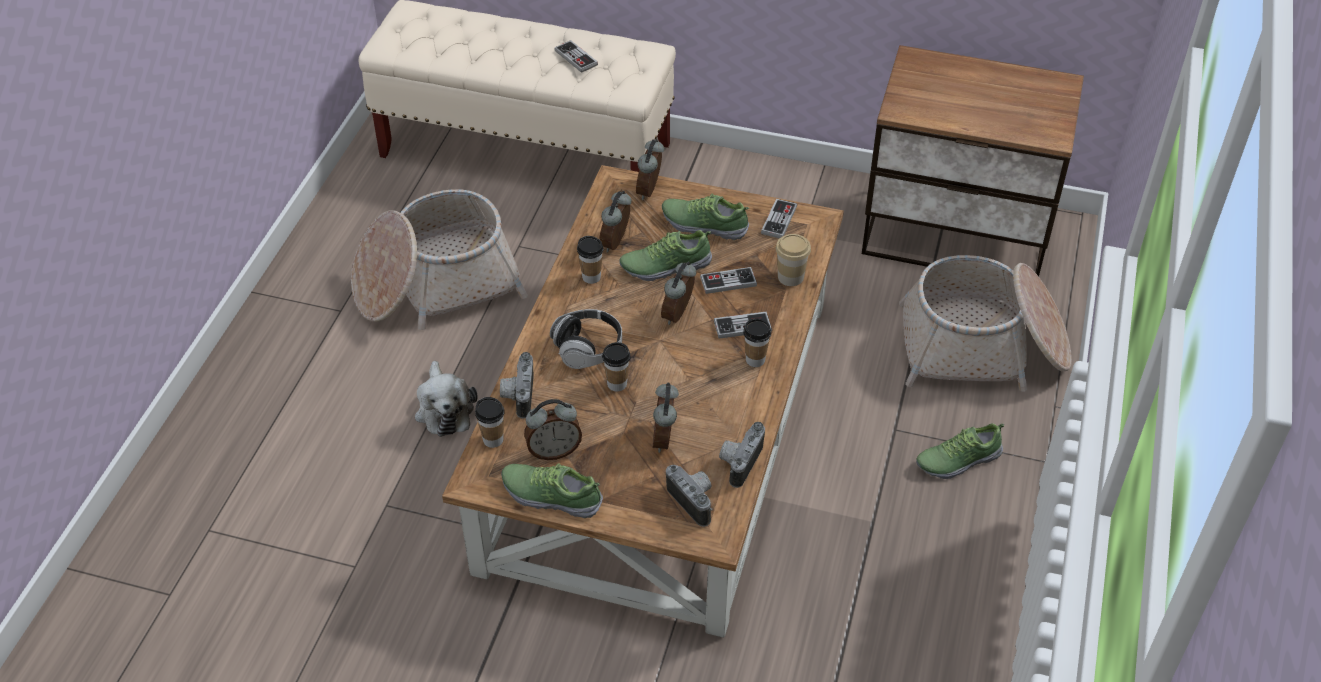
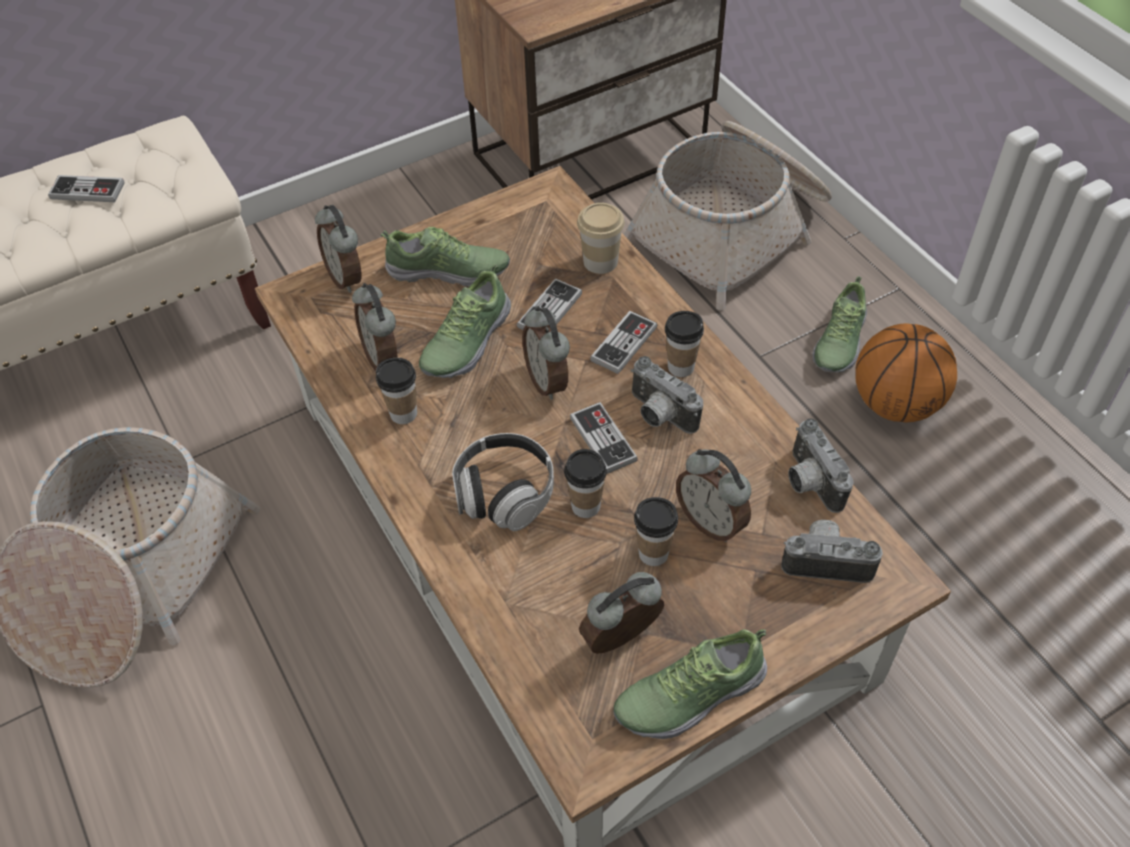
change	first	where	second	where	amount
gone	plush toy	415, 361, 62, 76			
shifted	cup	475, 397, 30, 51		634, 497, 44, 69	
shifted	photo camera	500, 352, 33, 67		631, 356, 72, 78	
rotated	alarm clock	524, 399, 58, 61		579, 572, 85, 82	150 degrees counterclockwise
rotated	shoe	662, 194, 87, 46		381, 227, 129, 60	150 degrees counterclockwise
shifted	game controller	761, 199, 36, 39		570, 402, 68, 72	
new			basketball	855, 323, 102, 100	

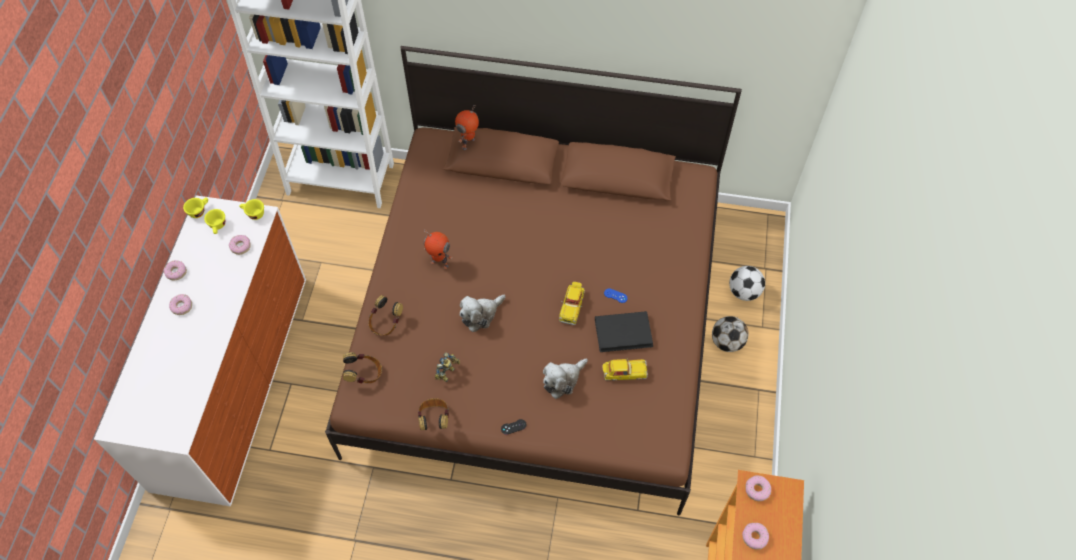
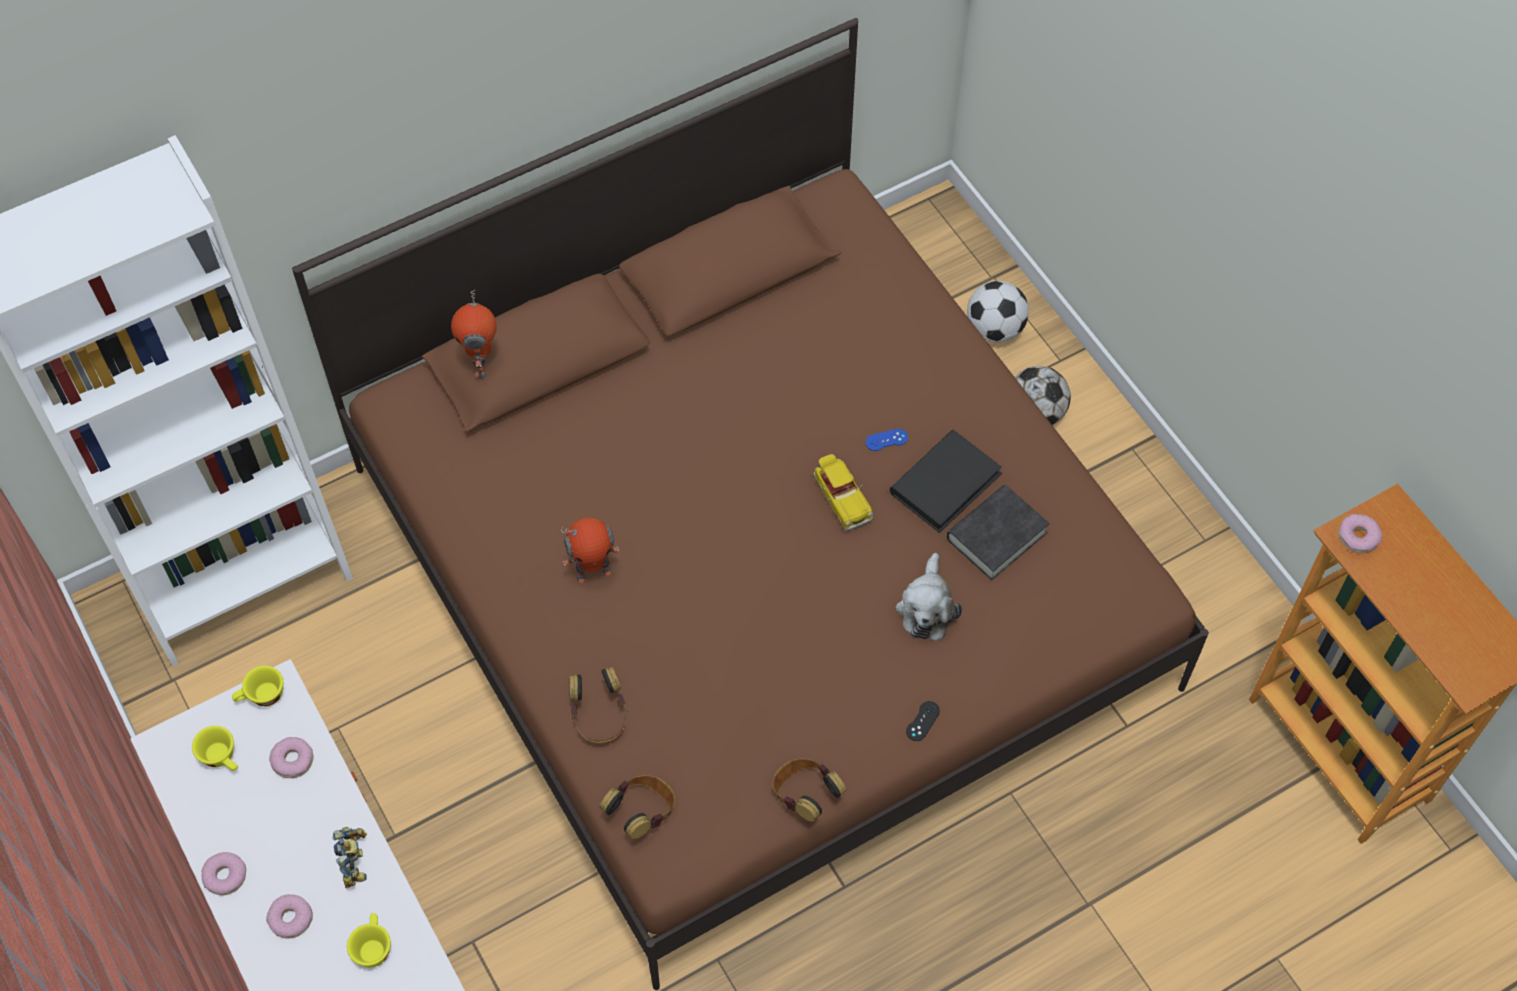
change	first	where	second	where	amount
shifted	yellow cup	183, 197, 25, 21		347, 913, 44, 54	
shifted	toy robot	435, 352, 25, 30		333, 827, 34, 62	
gone	plush toy	460, 295, 46, 37			
swapped	toy car	603, 358, 45, 23	black book	947, 485, 103, 95	
gone	donut	742, 523, 27, 27			

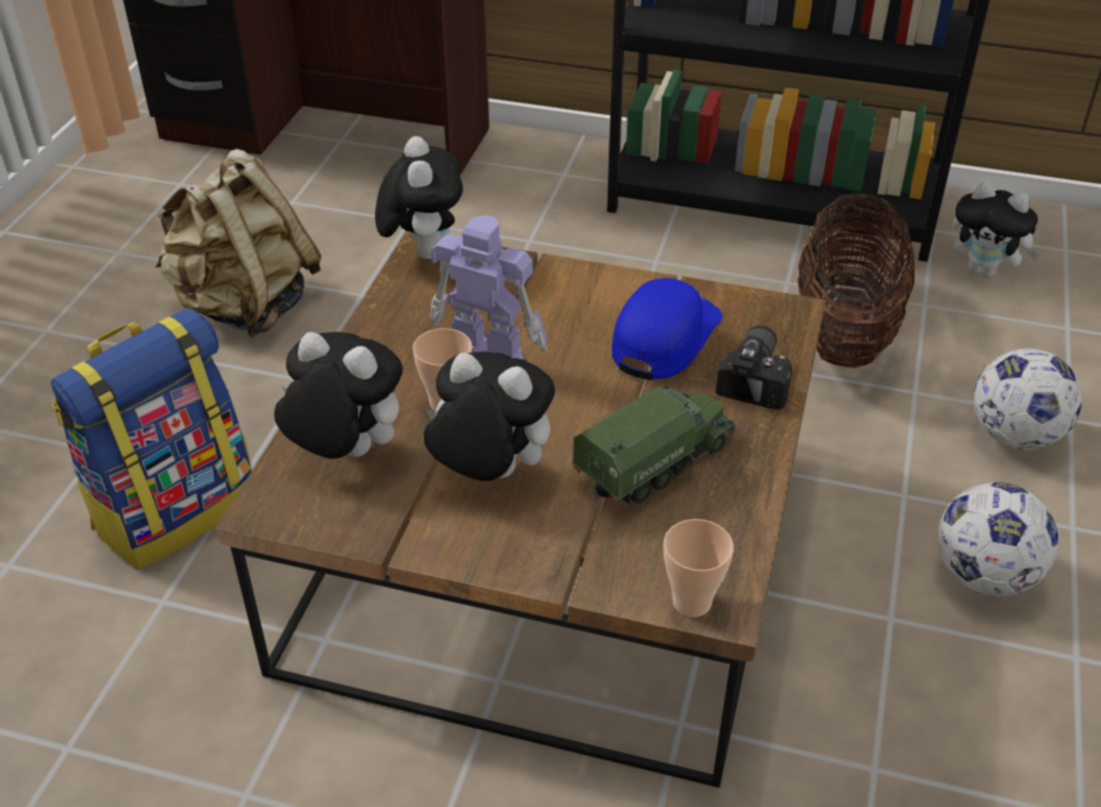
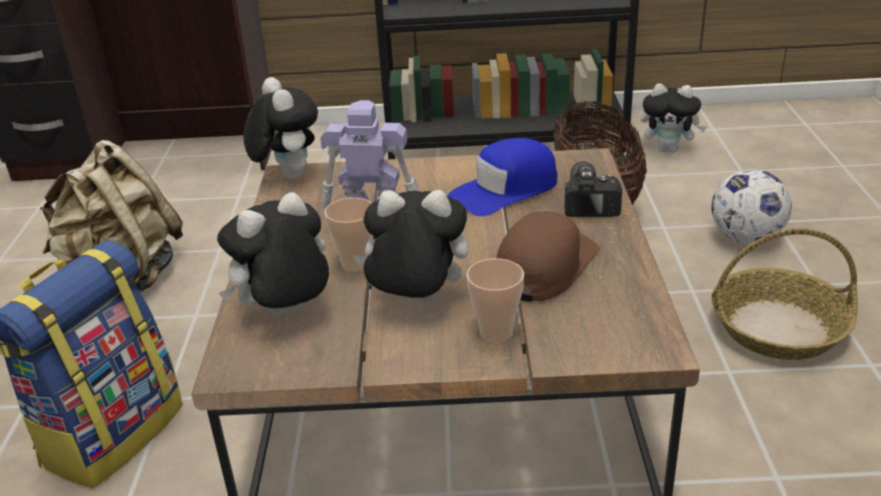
change	first	where	second	where	amount
rotated	plush toy	274, 332, 129, 127		217, 192, 112, 123	45 degrees counterclockwise
swapped	toy truck	572, 386, 164, 118	brown cap	496, 211, 104, 91	
rotated	blue cap	612, 278, 111, 102		448, 138, 110, 78	135 degrees counterclockwise
shifted	cup	664, 519, 70, 98		466, 259, 58, 84	
swapped	football	938, 482, 120, 115	basket	712, 228, 146, 132	

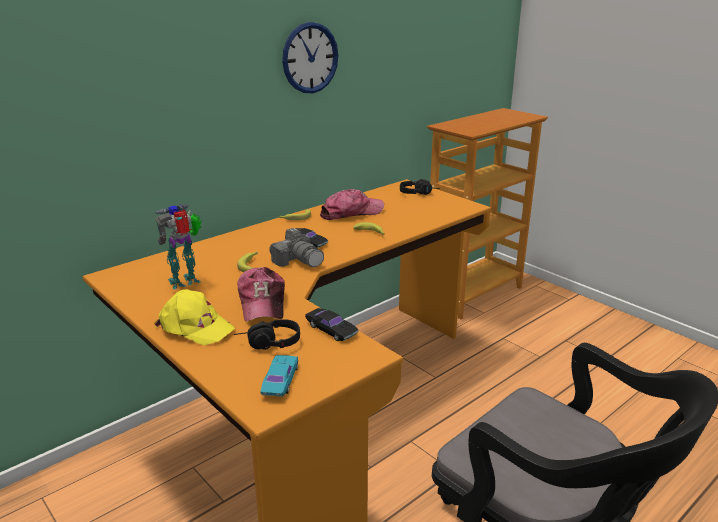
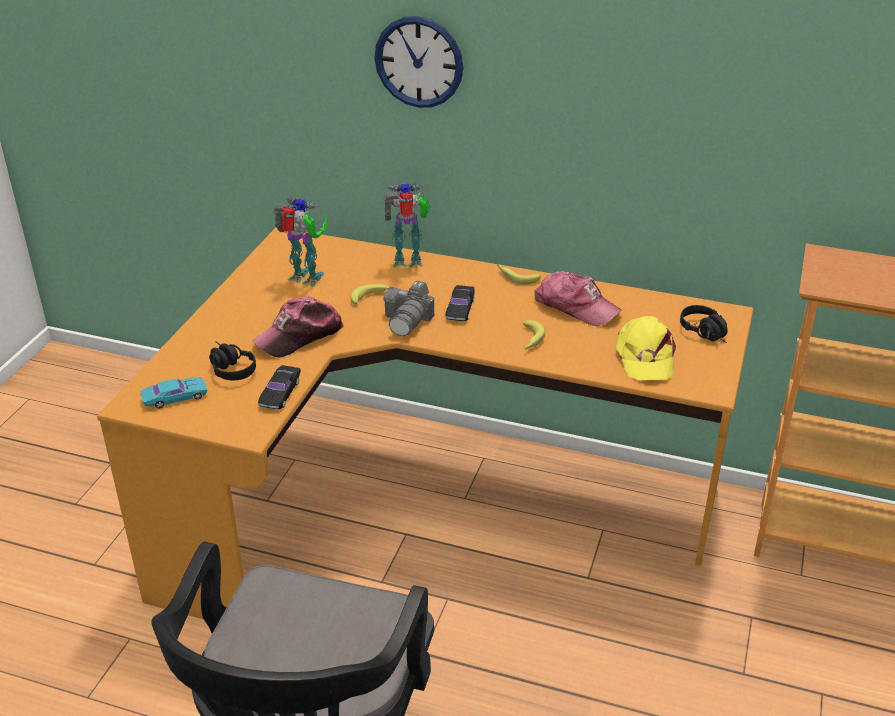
change	first	where	second	where	amount
shifted	yellow cap	154, 289, 81, 56		615, 316, 61, 65	
shifted	wall clock	282, 22, 56, 71		374, 16, 89, 92	
new			toy robot	383, 183, 47, 84	

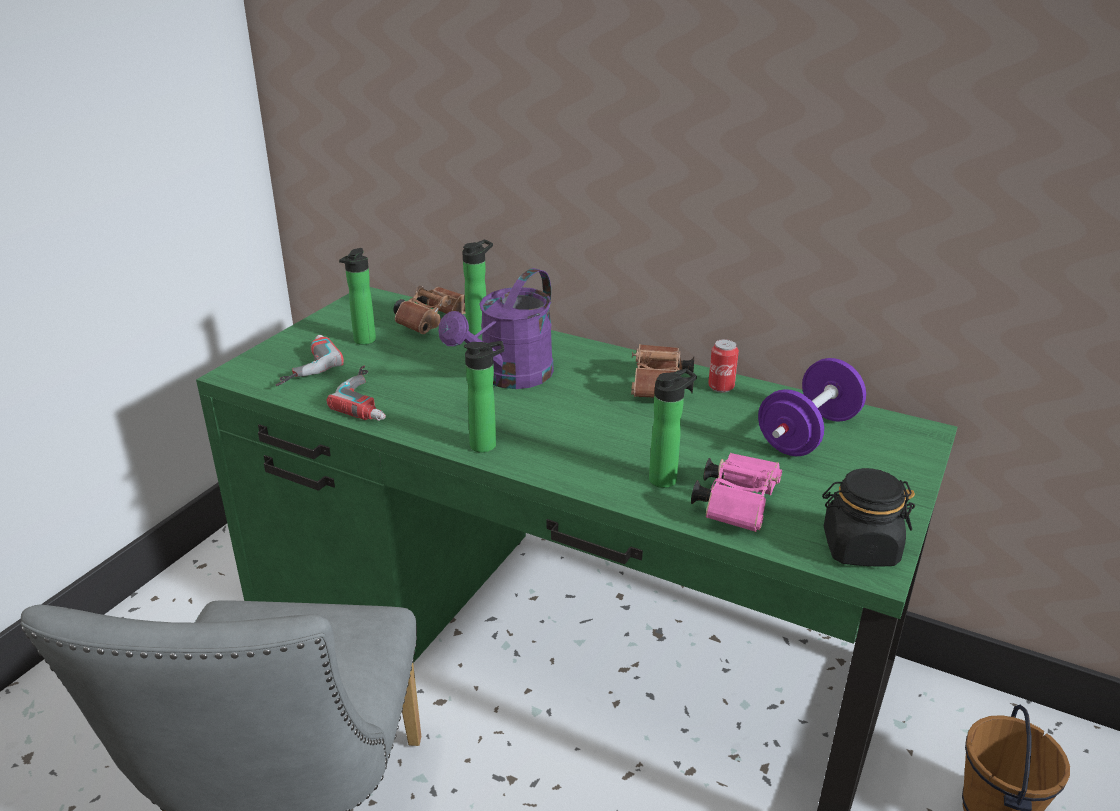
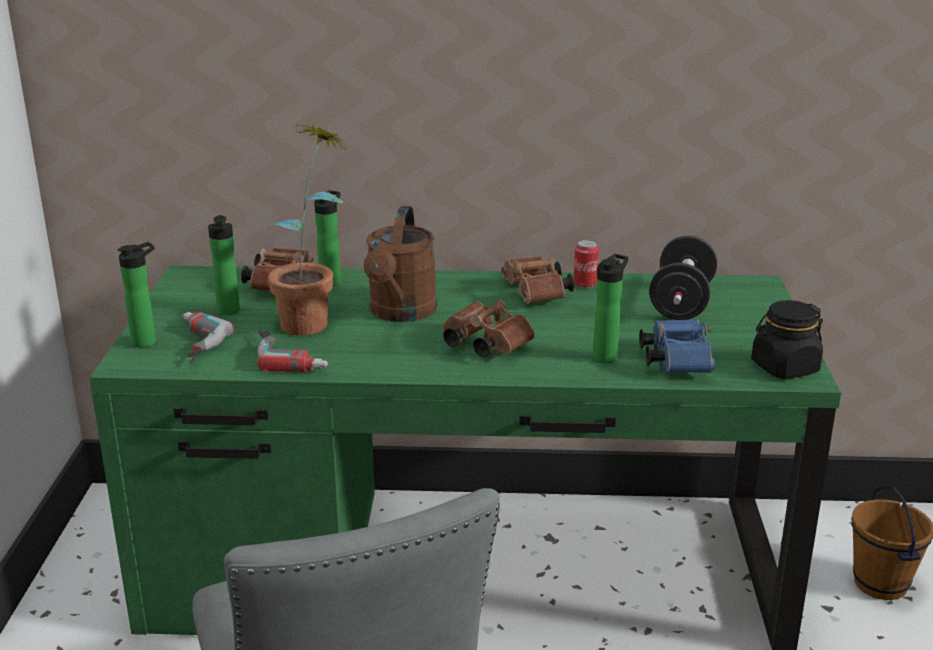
change	first	where	second	where	amount
repainted	purple watering can	438, 268, 116, 121	brown watering can	364, 206, 73, 116	
shifted	bottle	464, 341, 40, 112		118, 242, 38, 106	
repainted	pink binoculars	691, 453, 91, 79	blue binoculars	639, 319, 76, 54	
repainted	purple dumbbell	758, 358, 108, 98	black dumbbell	649, 236, 68, 84	
new			potted plant	268, 125, 78, 210	
new			brown binoculars	443, 300, 92, 58	

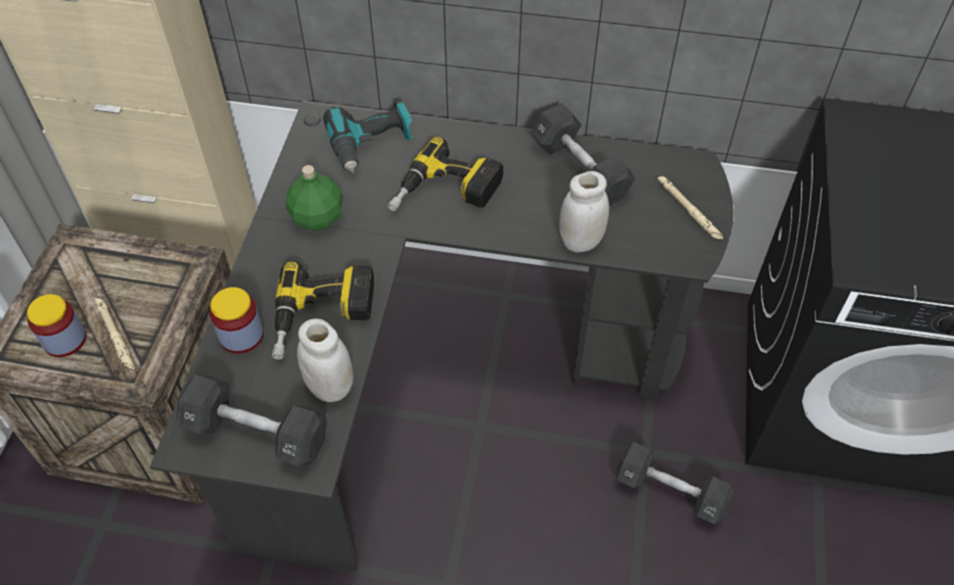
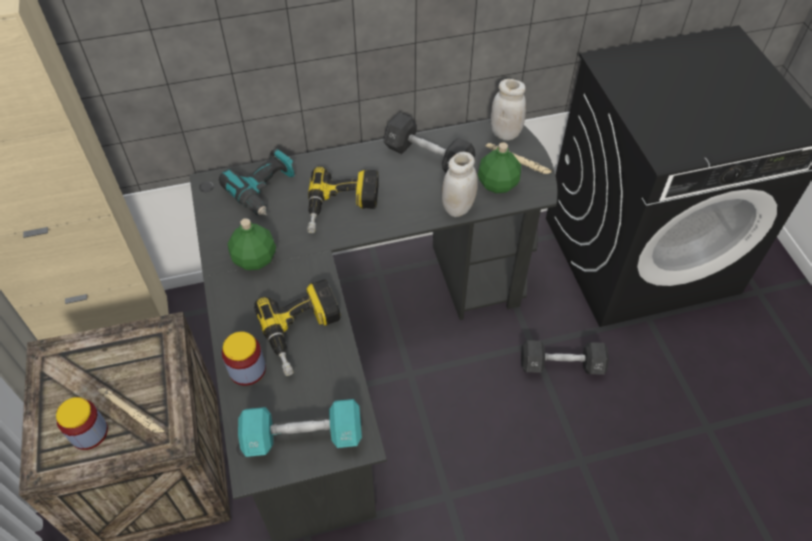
change	first	where	second	where	amount
repainted	black dumbbell	177, 375, 150, 91	turquoise dumbbell	238, 399, 124, 58	
shifted	white jar	297, 319, 56, 83		491, 79, 35, 61	
new			green bottle	478, 142, 43, 51	

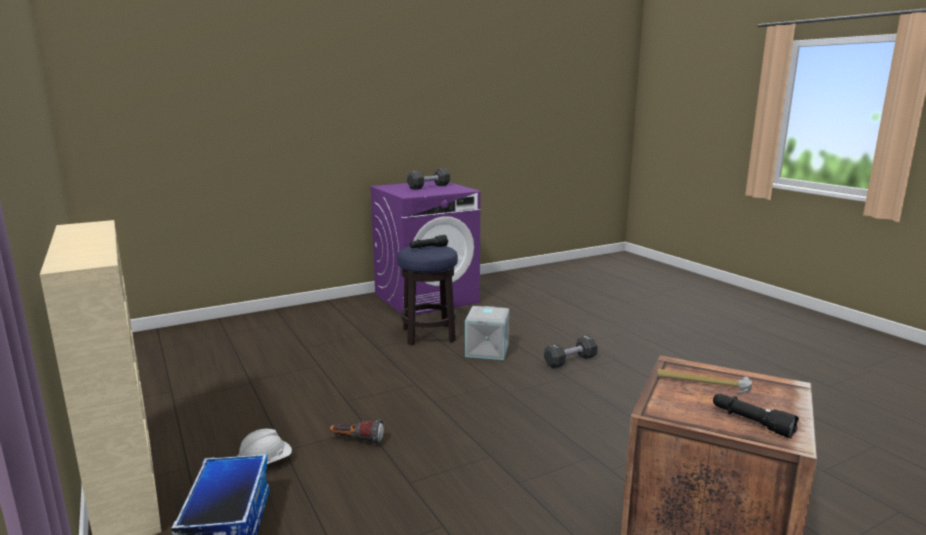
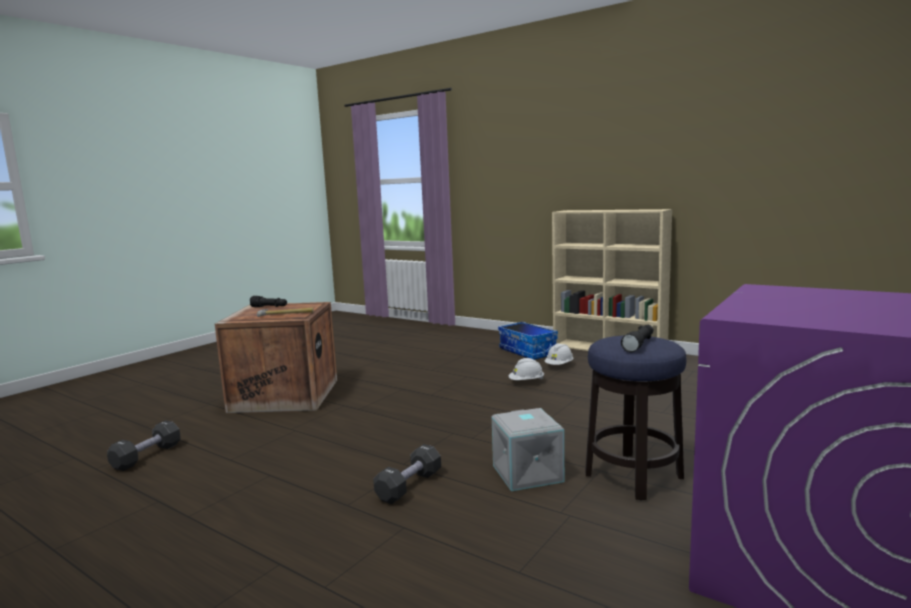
change	first	where	second	where	amount
swapped	flashlight	330, 419, 54, 26	white hard hat	509, 358, 35, 22	
shifted	black dumbbell	407, 168, 43, 22		107, 420, 74, 51	

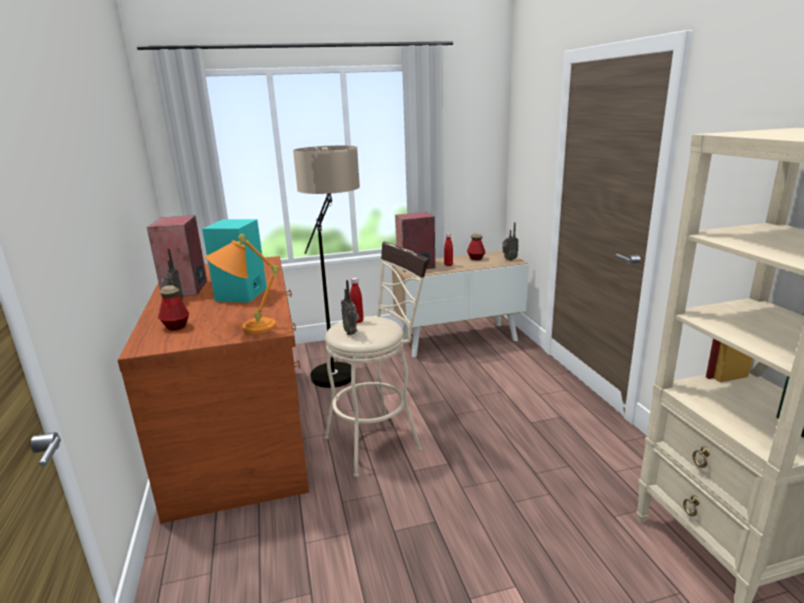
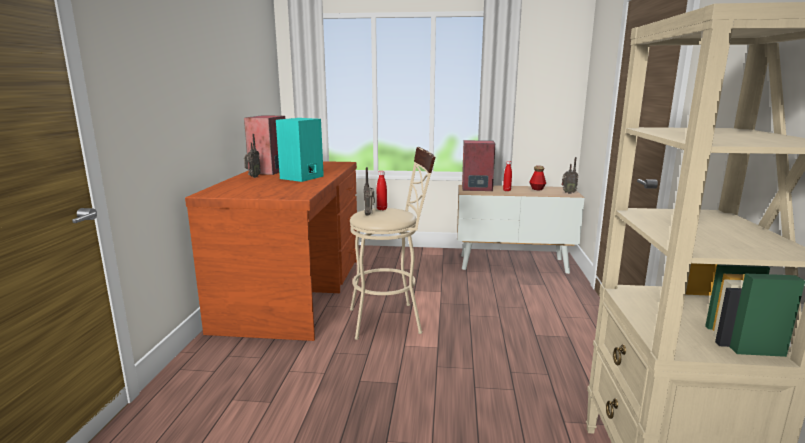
change	first	where	second	where	amount
gone	bottle	158, 285, 31, 45			
gone	orange table lamp	205, 234, 74, 100			
gone	floor lamp	293, 145, 67, 243			

